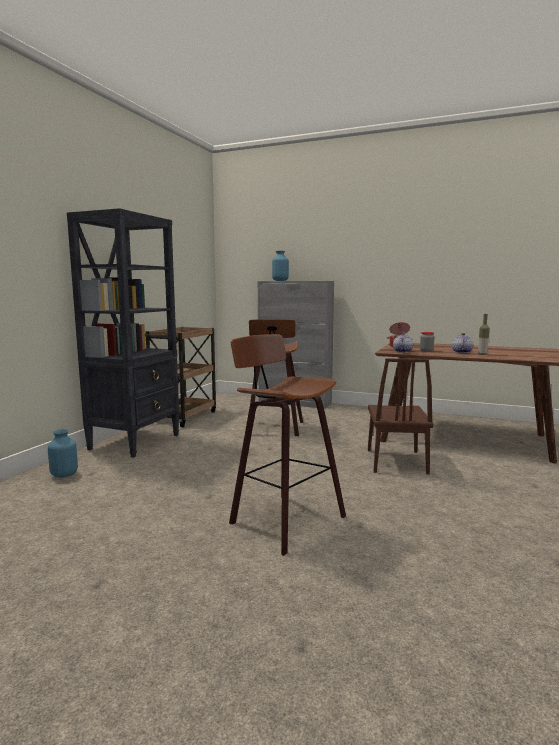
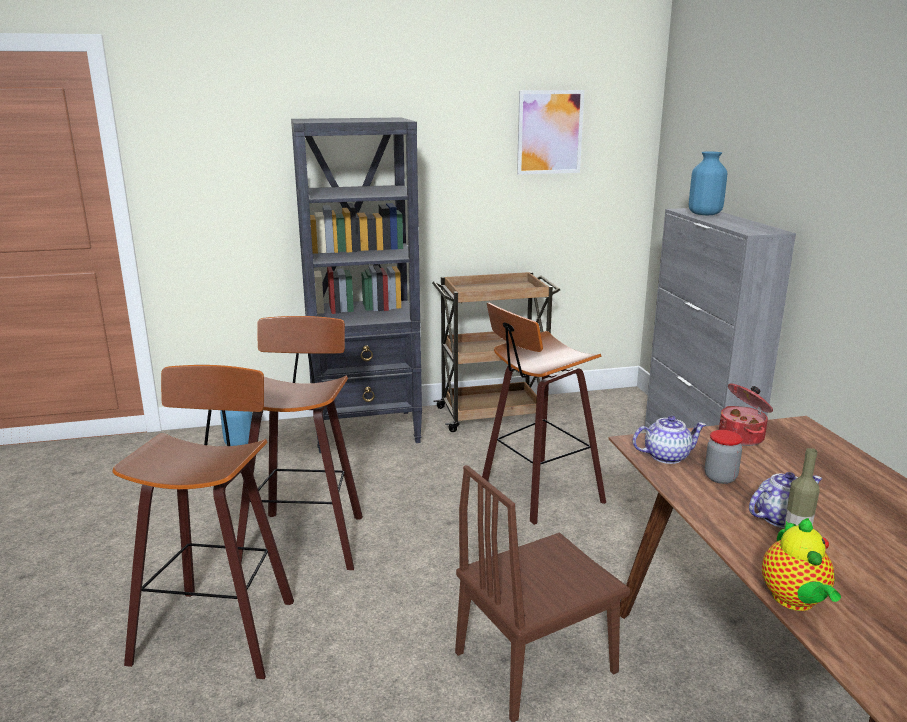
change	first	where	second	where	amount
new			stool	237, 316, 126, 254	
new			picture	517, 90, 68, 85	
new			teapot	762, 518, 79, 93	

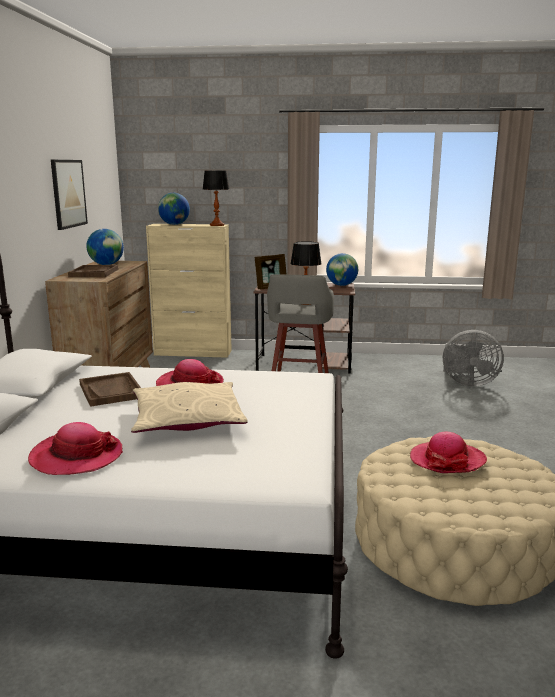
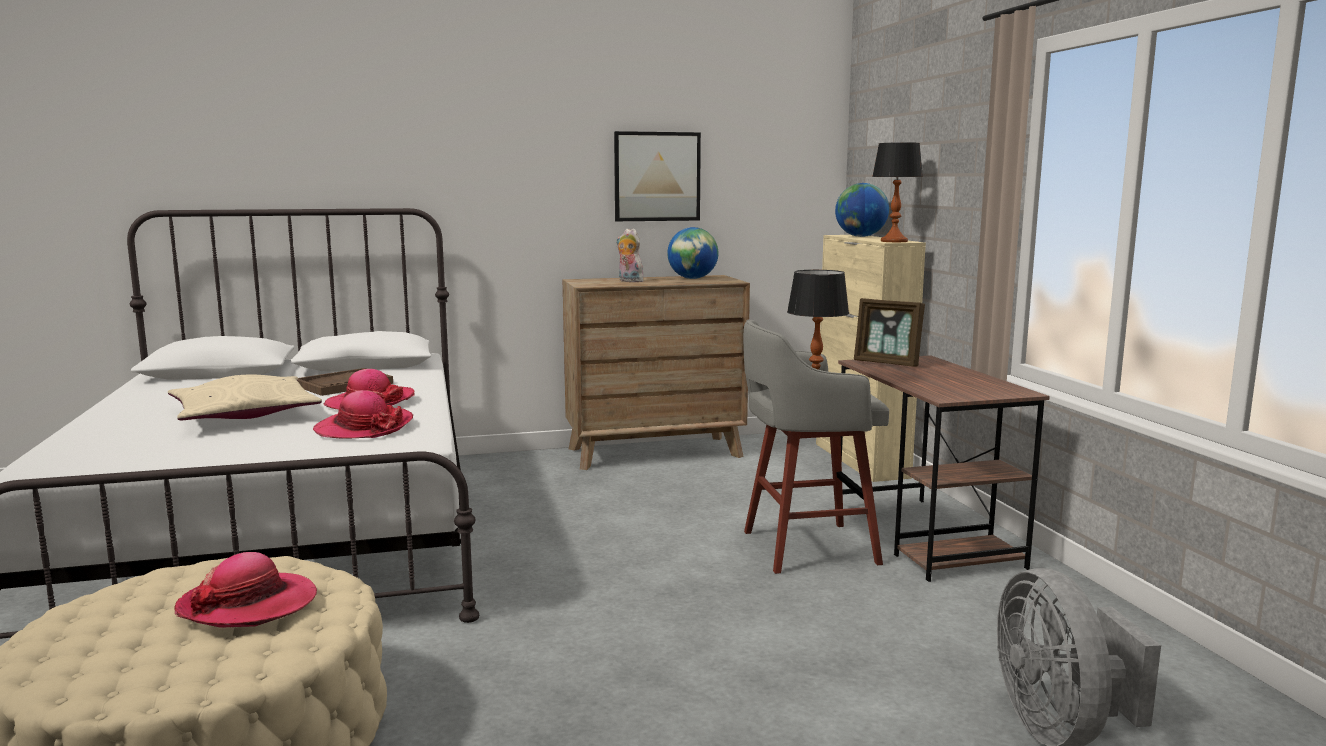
change	first	where	second	where	amount
shifted	hat	28, 422, 95, 53		313, 390, 100, 49	
swapped	brown tray	68, 265, 50, 12	plush toy	616, 229, 27, 53	
gone	globe	326, 253, 32, 33			

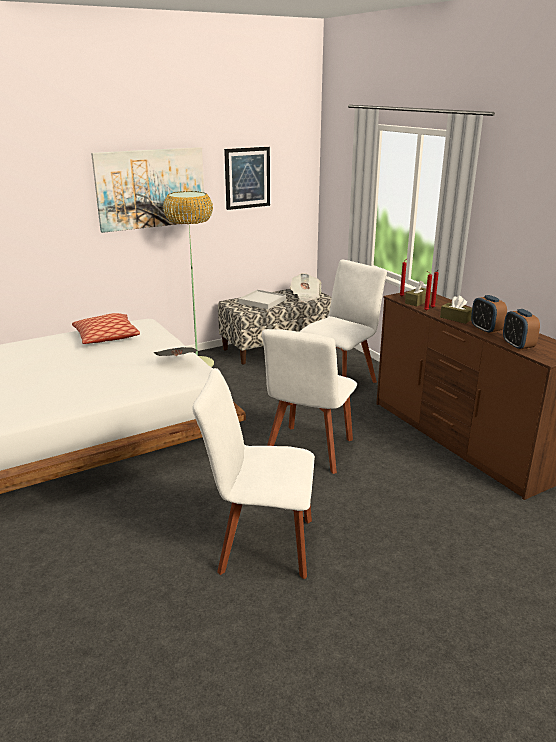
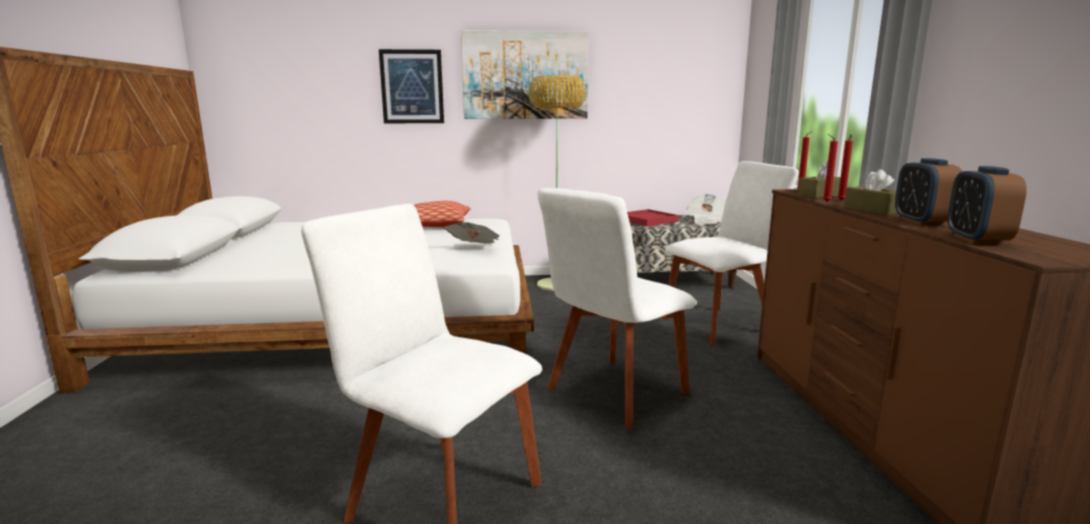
change	first	where	second	where	amount
shifted	picture	224, 147, 46, 63		379, 49, 65, 74	
repainted	white tray	239, 290, 47, 19	red tray	627, 209, 52, 18	

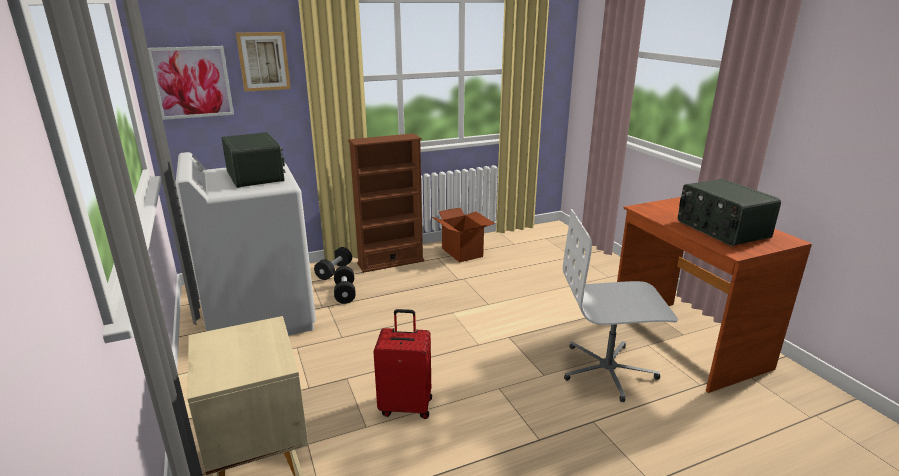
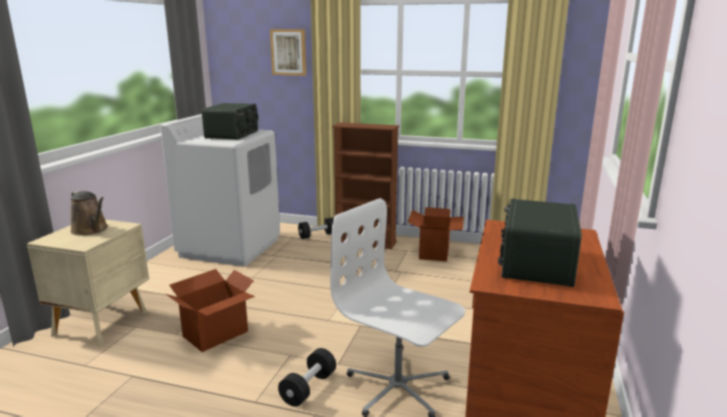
change	first	where	second	where	amount
gone	picture	148, 46, 86, 74			
shifted	black dumbbell	334, 266, 22, 38		278, 348, 58, 59	
swapped	red suitcase	373, 309, 59, 110	cardboard box	166, 269, 89, 83	
new			brown watering can	70, 191, 38, 45	

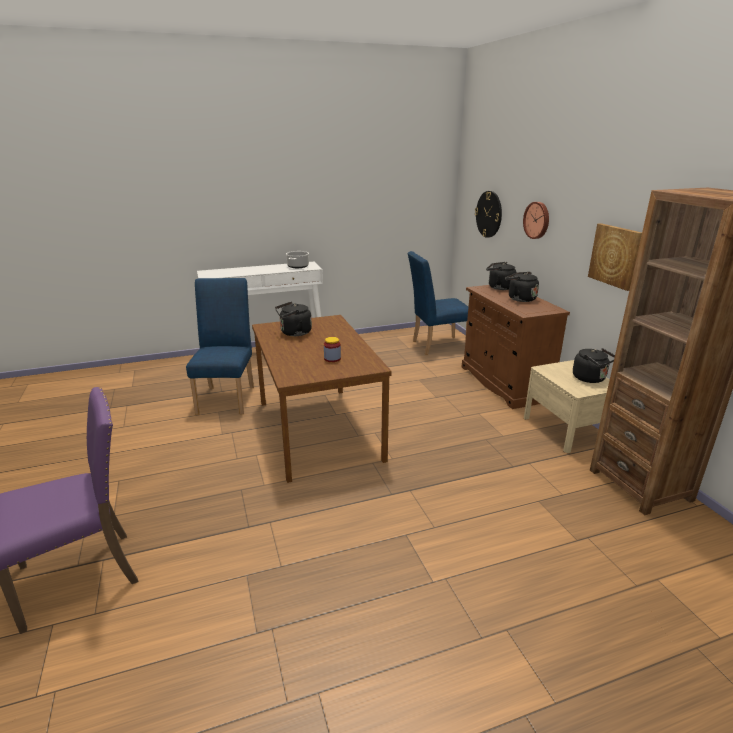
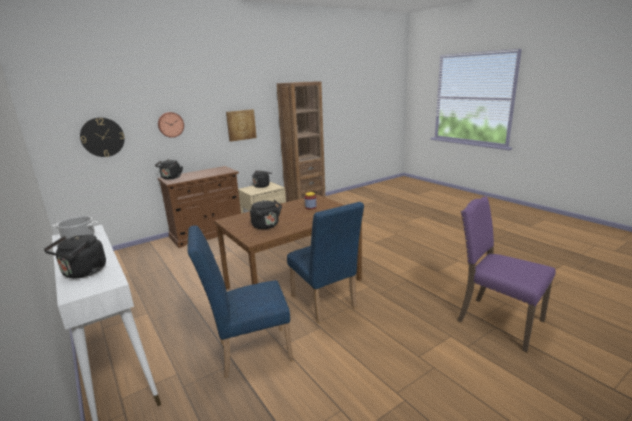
change	first	where	second	where	amount
shifted	blue chair	408, 251, 60, 104		287, 202, 77, 121	
shifted	black kettle	505, 272, 34, 30		44, 235, 62, 43	

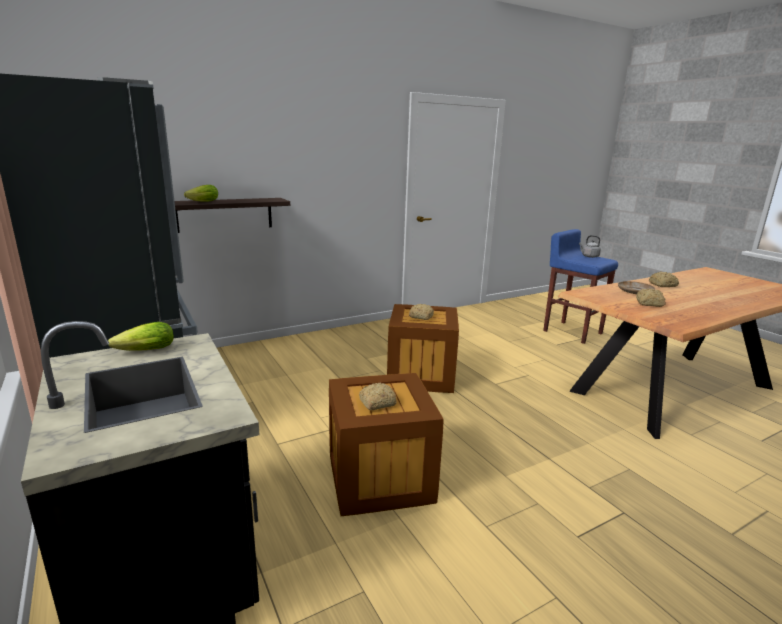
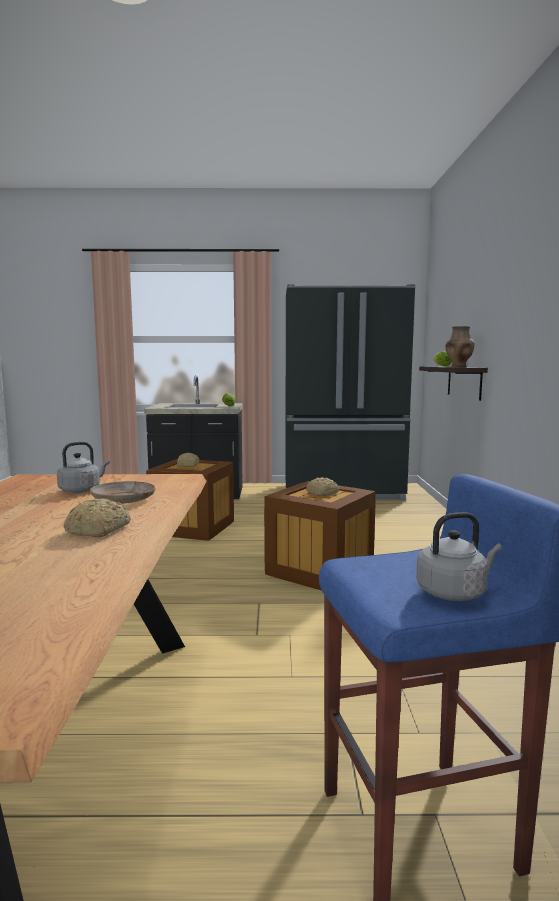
change	first	where	second	where	amount
swapped	bread	636, 288, 30, 19	grey kettle	57, 442, 53, 51	
new			brown vase	445, 326, 30, 41	

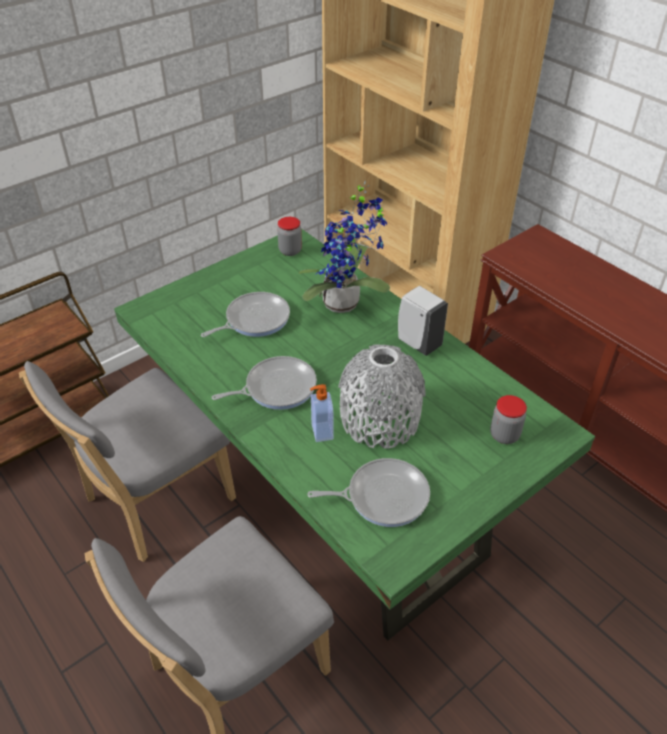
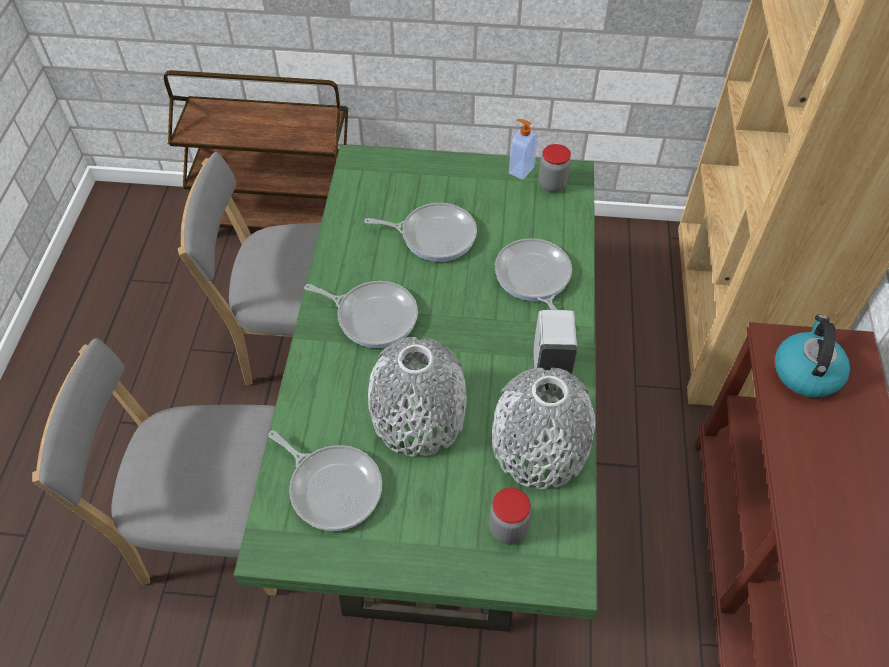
change	first	where	second	where	amount
swapped	potted plant	299, 181, 91, 132	frying pan	495, 238, 77, 72	
shifted	soap dispenser	310, 384, 23, 58		509, 119, 29, 61	
new			grey vase	492, 368, 103, 121	
new			kettle	775, 314, 75, 84	

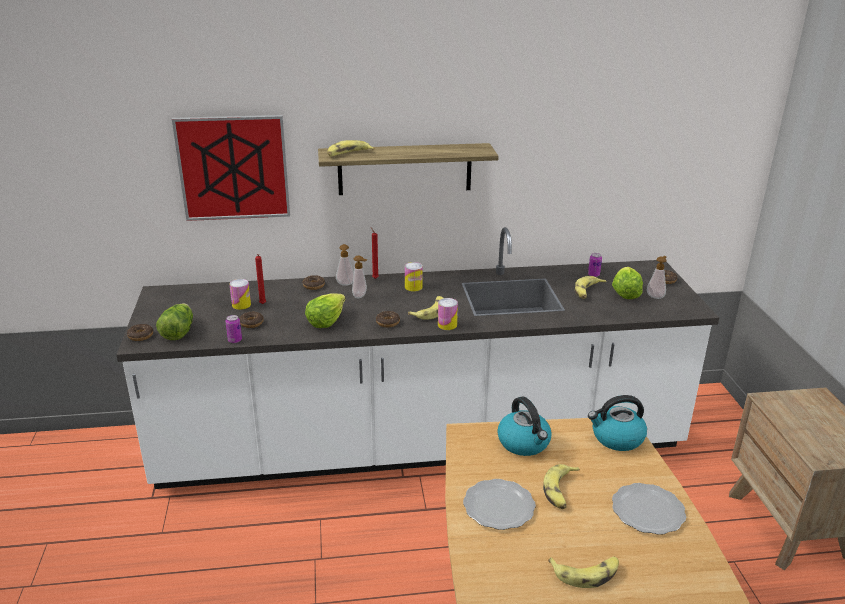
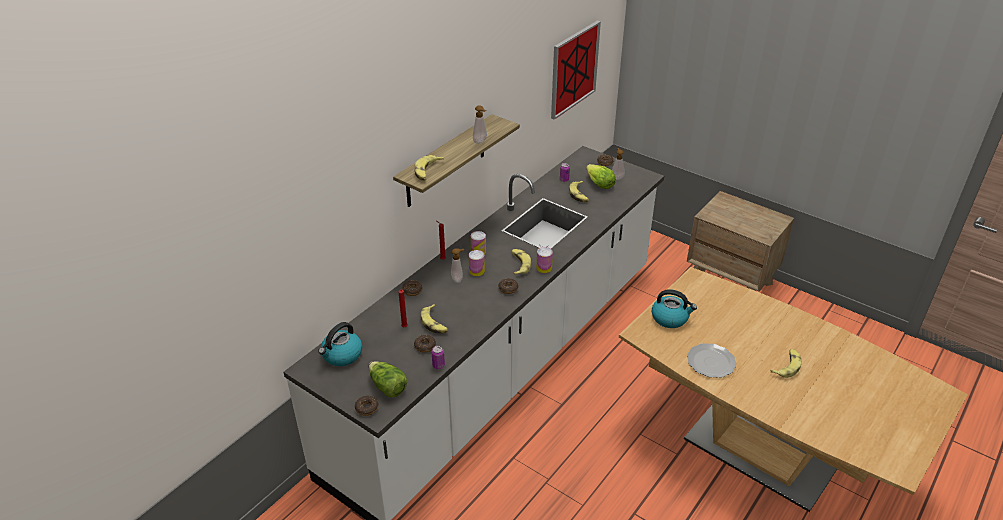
change	first	where	second	where	amount
shifted	picture	172, 115, 118, 106		551, 20, 50, 100	
shifted	can	229, 279, 22, 31		469, 250, 16, 26	
gone	lettuce	305, 293, 40, 35			
shifted	soap dispenser	336, 244, 18, 42		473, 105, 14, 39	
shifted	banana	543, 464, 37, 45		421, 304, 27, 30	
shifted	kettle	588, 395, 59, 56		318, 322, 44, 44	
gone	plate	612, 483, 74, 52			

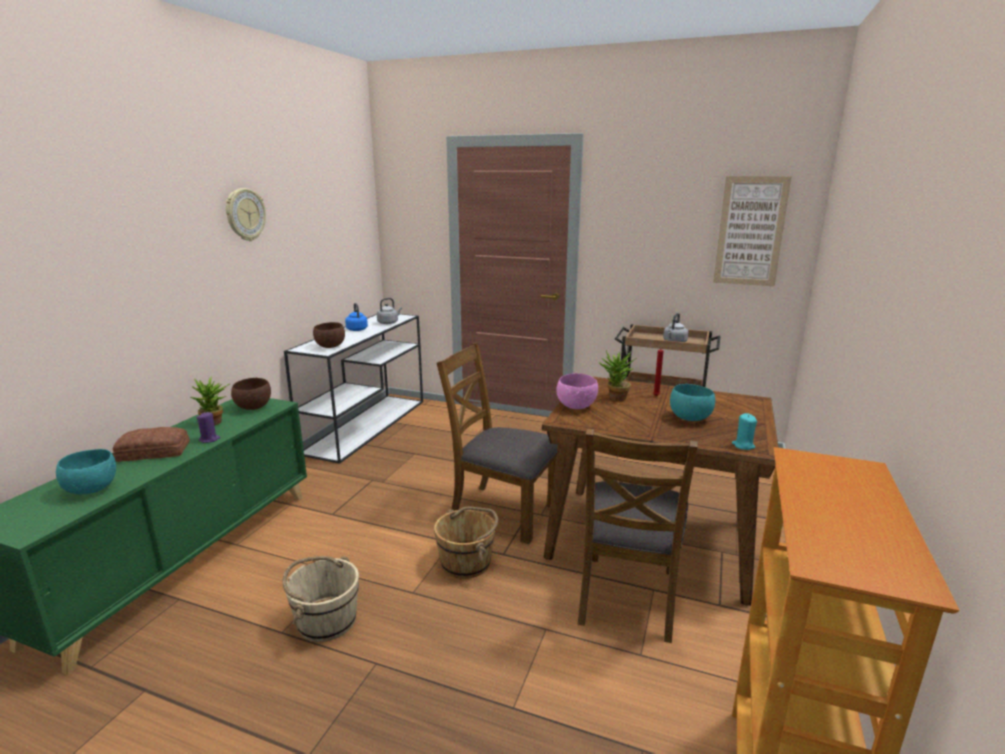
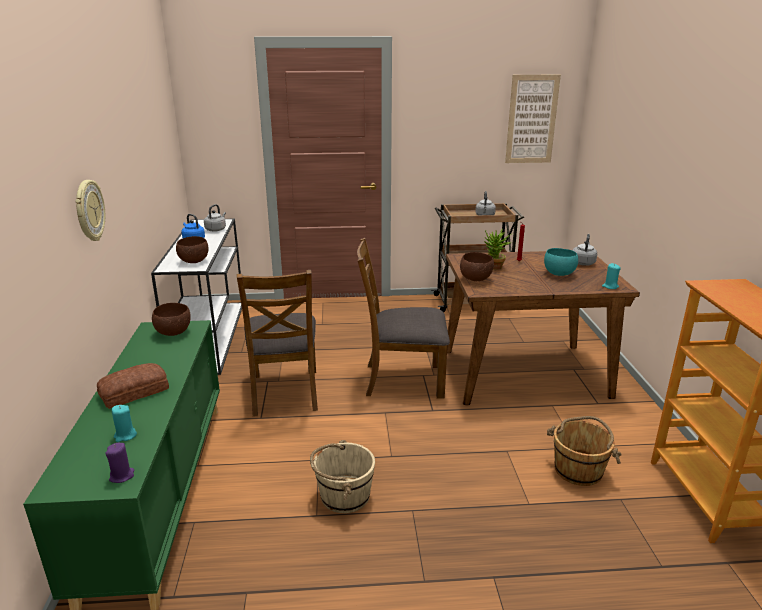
change	first	where	second	where	amount
swapped	turquoise bowl	56, 449, 60, 45	turquoise candle	112, 405, 25, 37	
gone	potted plant	190, 376, 40, 49			
shifted	purple candle	197, 412, 23, 31		105, 442, 29, 41	
shifted	wall clock	226, 188, 40, 53		76, 180, 29, 61	
shifted	brown bucket	434, 507, 64, 72		547, 416, 74, 70	
repainted	pink bowl	556, 373, 42, 36	brown bowl	460, 252, 34, 29	
shifted	brown chair	578, 429, 120, 214		237, 270, 81, 147	
new			grey kettle	572, 234, 25, 32	

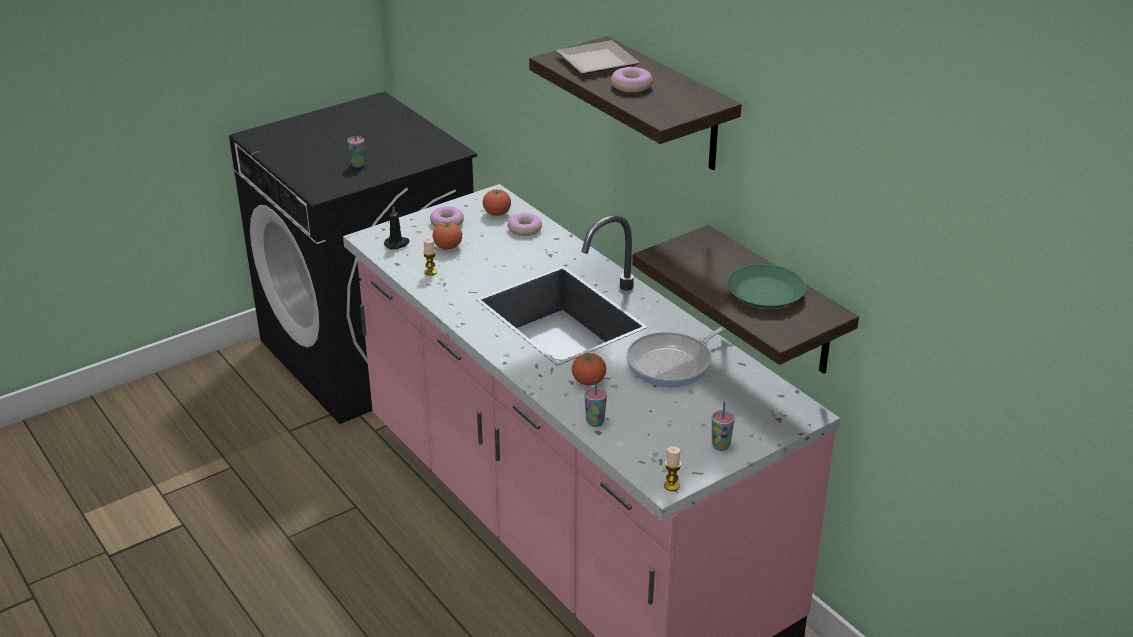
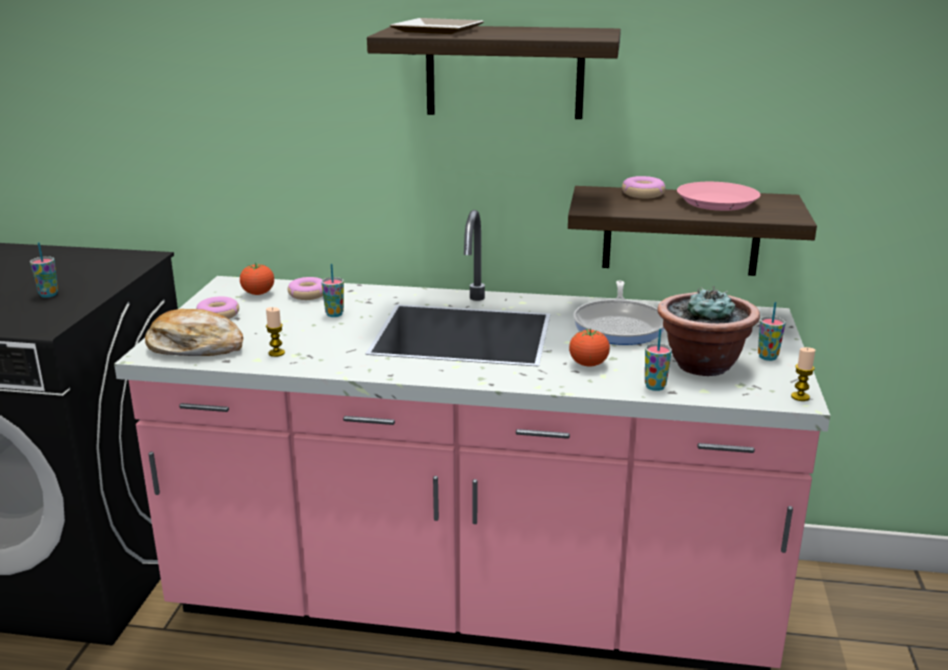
change	first	where	second	where	amount
swapped	black candle	384, 206, 26, 44	bread	145, 309, 98, 47	
gone	tomato	433, 222, 29, 28			
shifted	donut	611, 67, 42, 26		622, 176, 44, 22	
repainted	green plate	727, 264, 79, 45	pink plate	677, 182, 83, 29	
new			cup	321, 264, 23, 53	
new			potted plant	657, 286, 103, 90	

